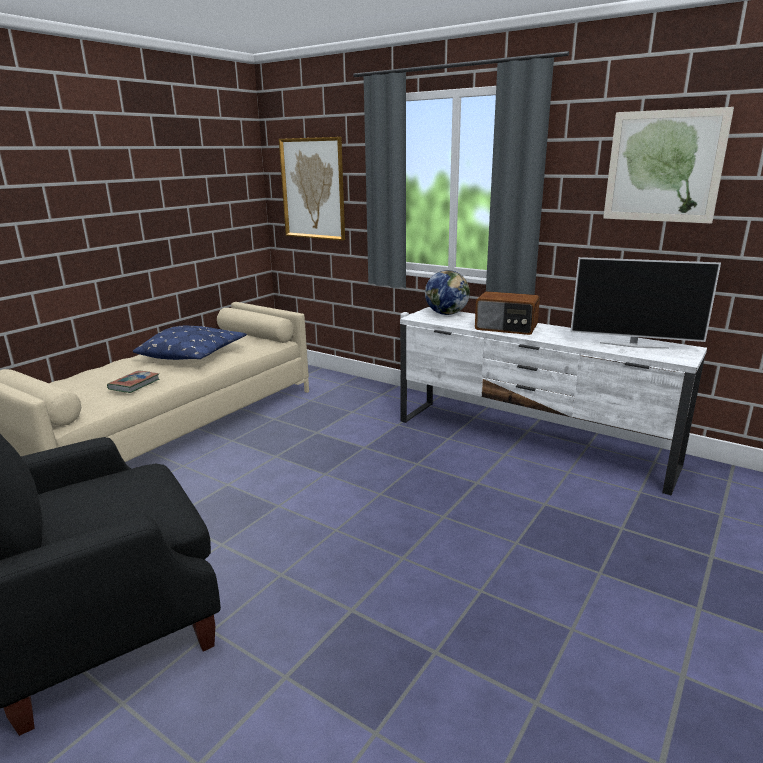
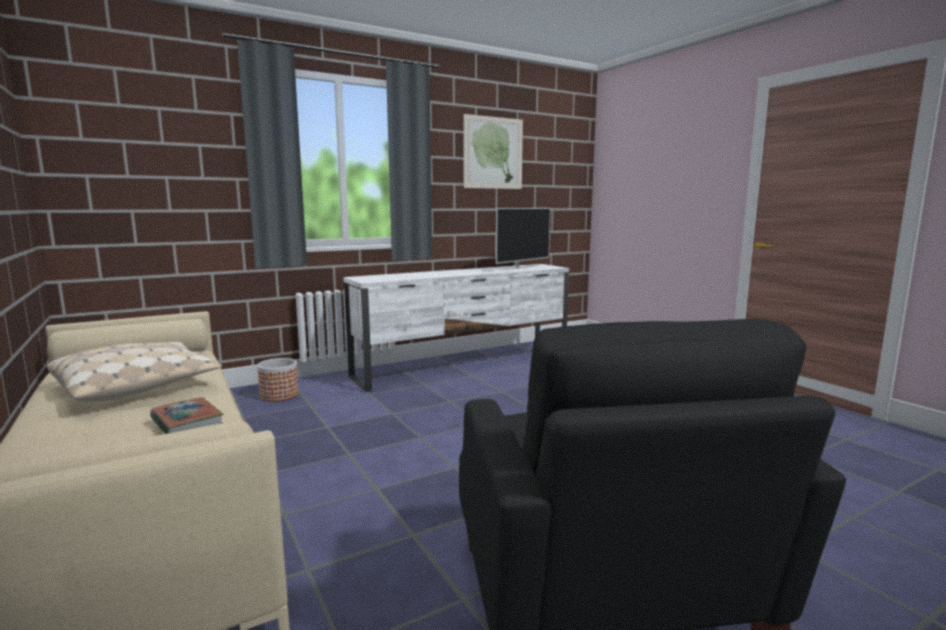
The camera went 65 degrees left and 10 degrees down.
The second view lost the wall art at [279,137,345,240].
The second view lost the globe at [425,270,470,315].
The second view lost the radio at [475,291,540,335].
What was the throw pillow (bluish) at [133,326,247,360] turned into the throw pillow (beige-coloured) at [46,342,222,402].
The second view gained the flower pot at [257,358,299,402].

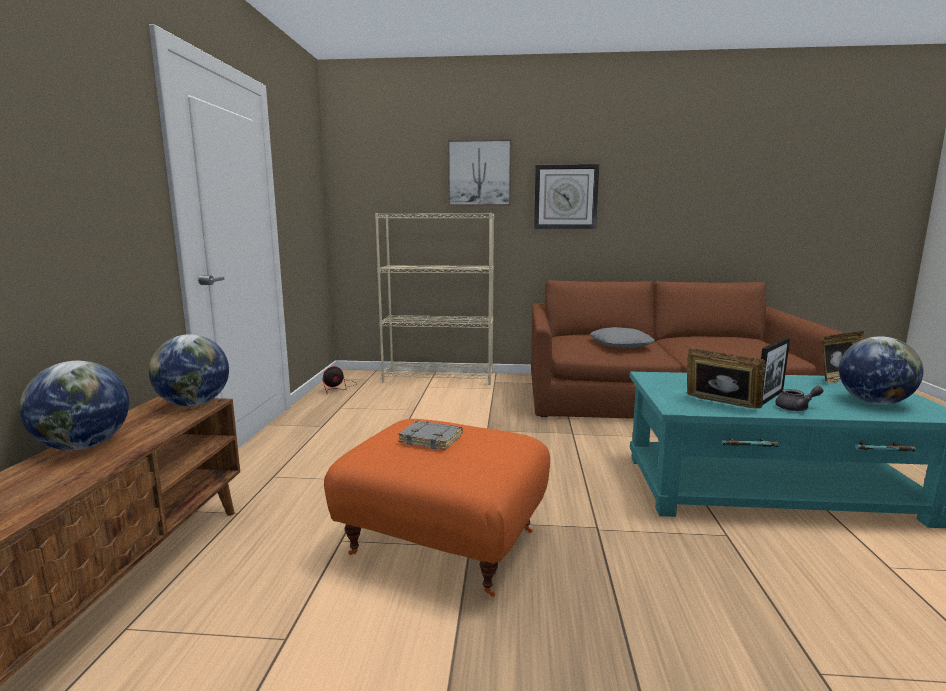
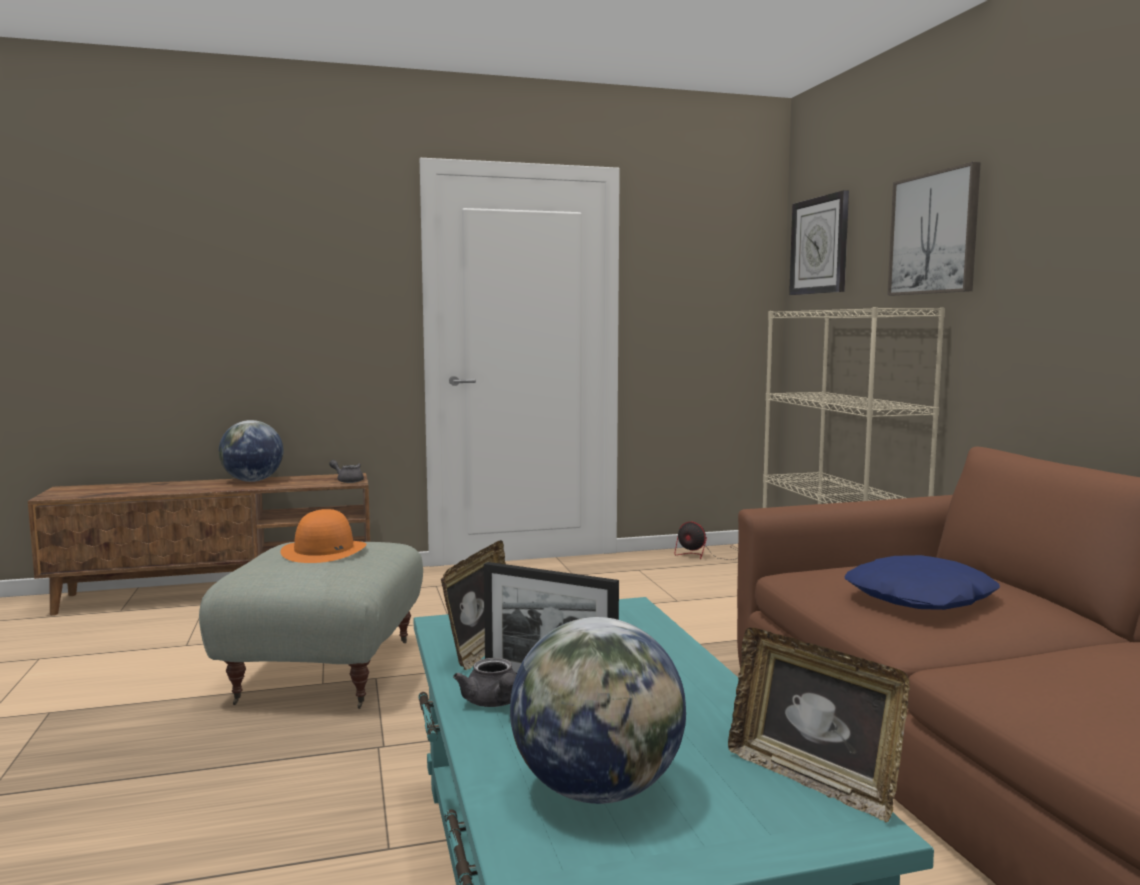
The camera went 70 degrees right and 5 degrees down.
The clock on the wall ended up elsewhere, having gone from [534,164,599,229] to [789,190,849,295].
What was the throw pillow (grey) at [590,327,655,348] turned into the throw pillow (bluish) at [845,555,1000,610].
Where the globe stood at [149,334,229,406], the teapot (grey) came to stand at [329,460,364,483].
What was the pouffe (orangey) at [324,419,550,597] turned into the pouffe (grey) at [199,542,423,709].
Where the volume (grey) stood at [398,420,463,450], the clothing hat (orangey) came to stand at [280,509,366,563].

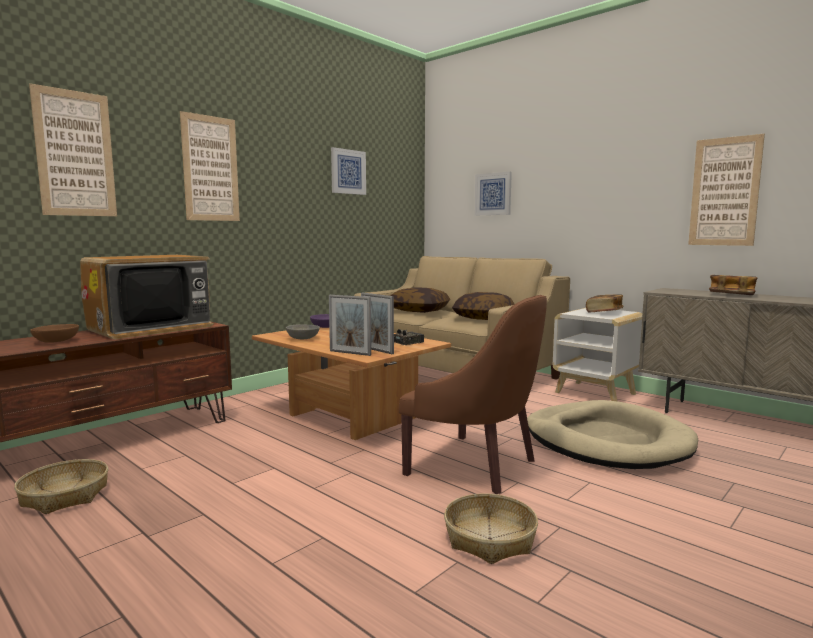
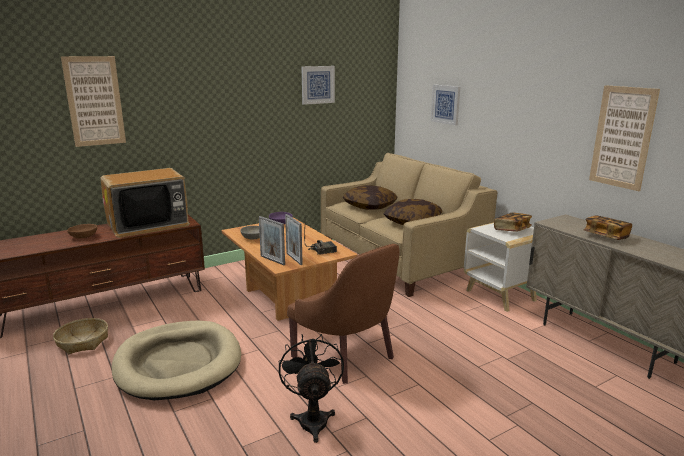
The camera went 15 degrees right and 10 degrees up.
The second view lost the wall art at [180,111,240,221].
The dog bed (beige-coloured) ended up elsewhere, having gone from [527,400,698,469] to [112,321,241,400].
Where the household basket stood at [444,493,538,564], the electric fan (blackish) came to stand at [279,334,344,443].

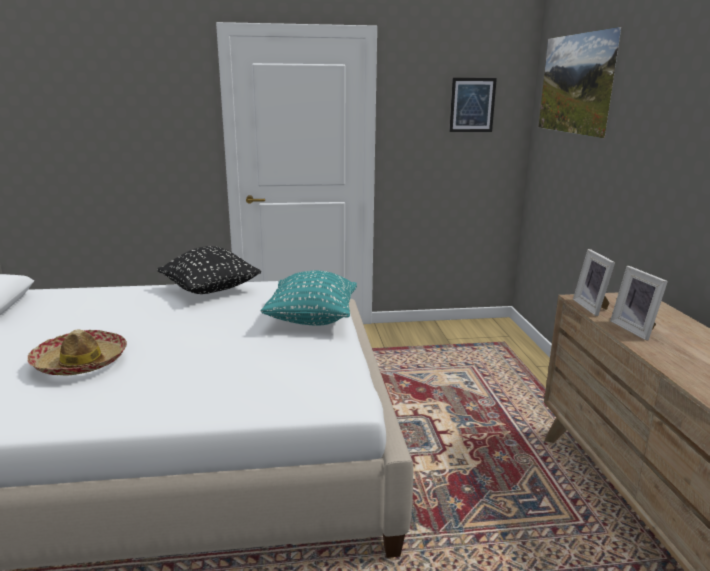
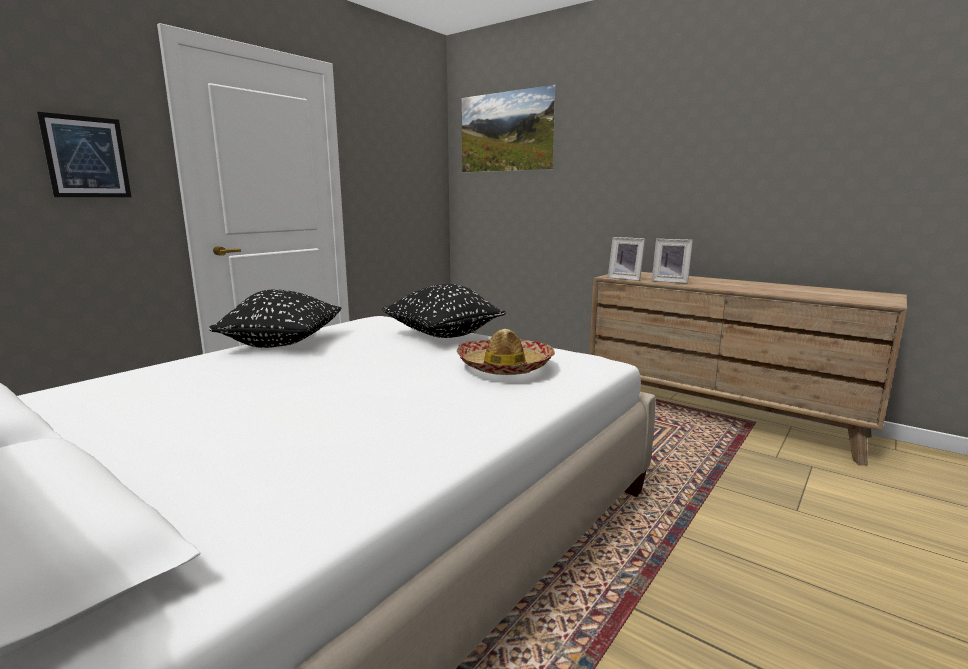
The camera went 45 degrees left and 5 degrees down.
The wall art ended up elsewhere, having gone from [449,78,497,132] to [37,112,131,197].
What was the throw pillow (turquoise-coloured) at [261,271,357,326] turned into the throw pillow (blackish) at [382,284,506,338].
The clothing hat ended up elsewhere, having gone from [28,330,127,375] to [457,329,555,375].

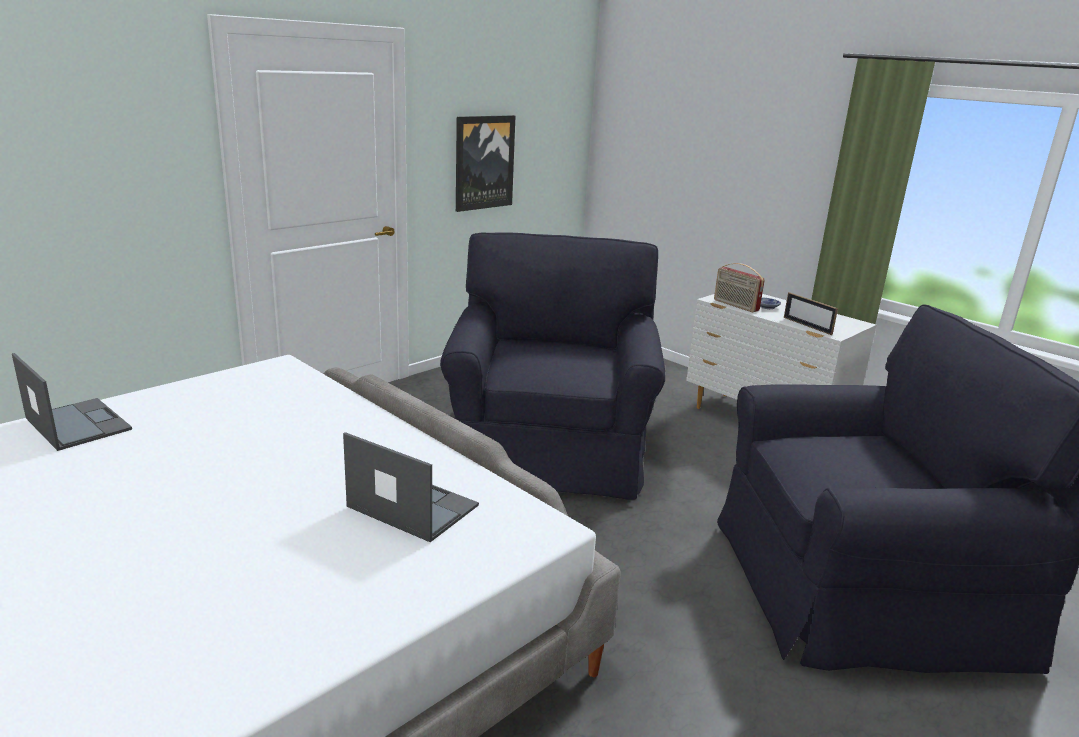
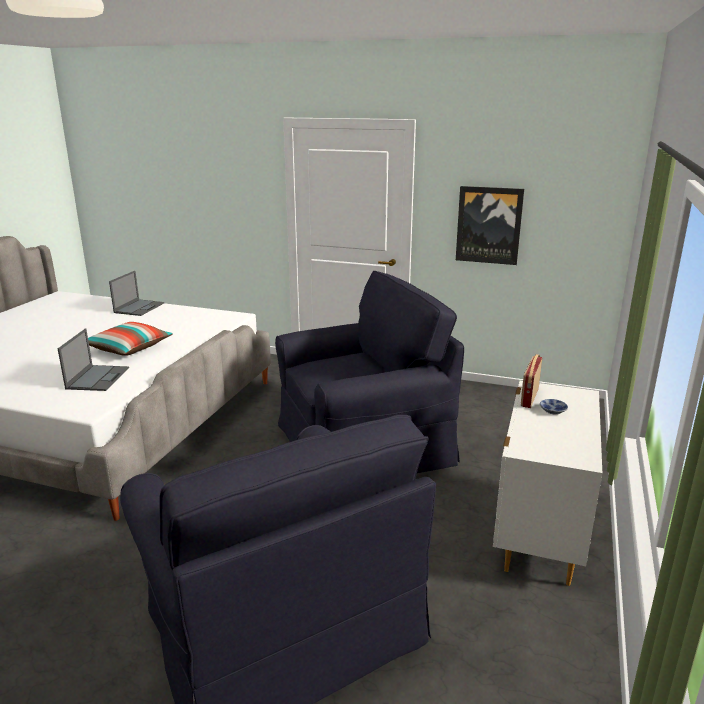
The camera went 65 degrees right and 0 degrees up.
The second view lost the photo frame at [784,292,838,335].
The second view gained the throw pillow at [88,322,173,356].

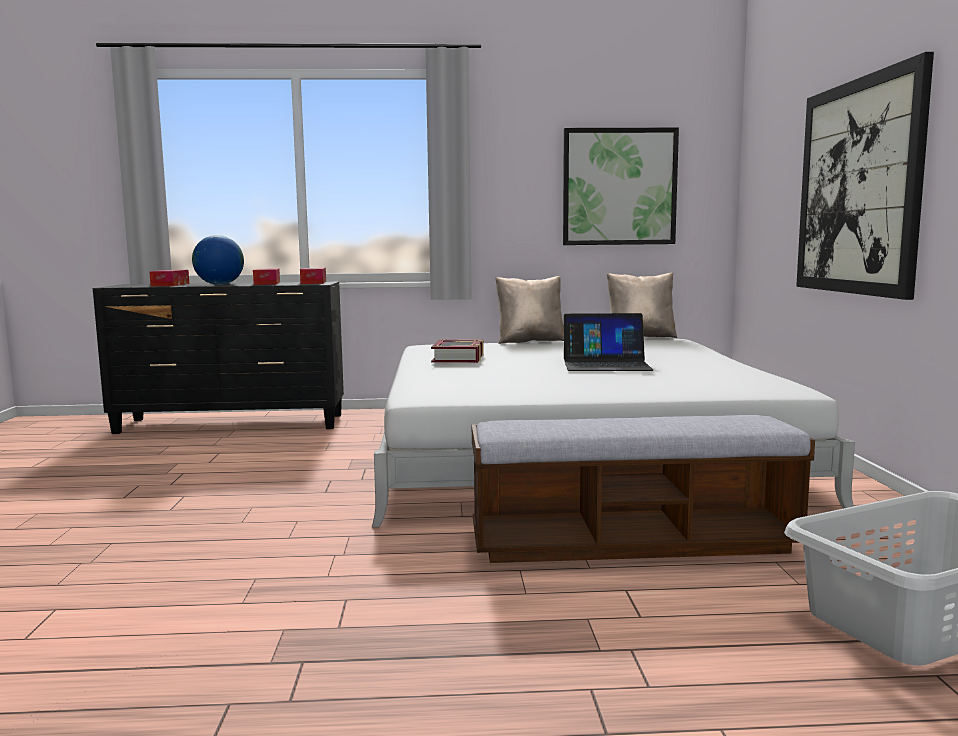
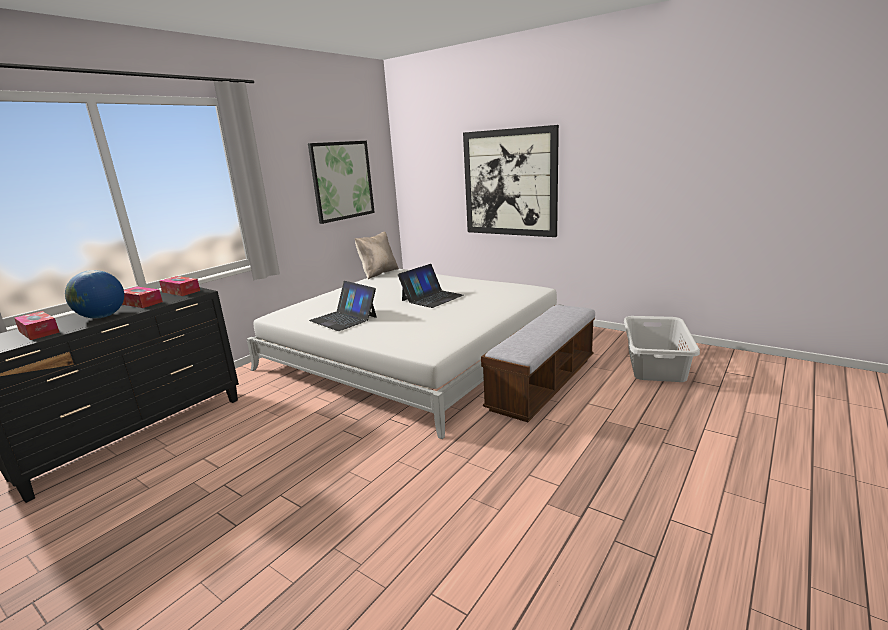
The camera went 50 degrees left and 10 degrees up.
The second view lost the throw pillow (beige-coloured) at [495,276,564,344].
Where the volume stood at [431,339,484,363], the notebook computer came to stand at [309,281,377,331].

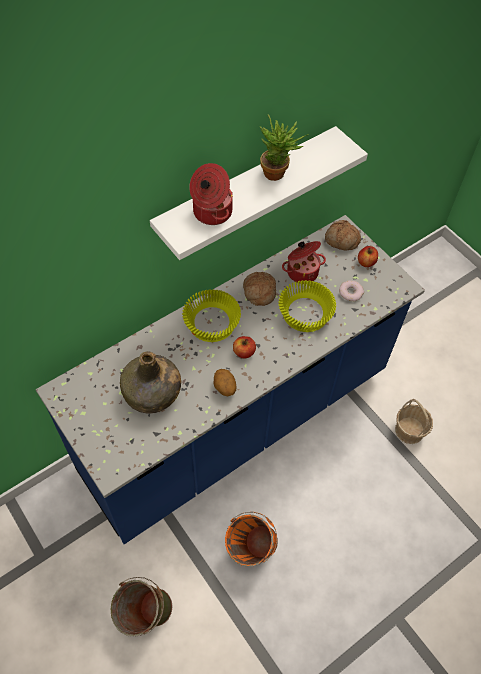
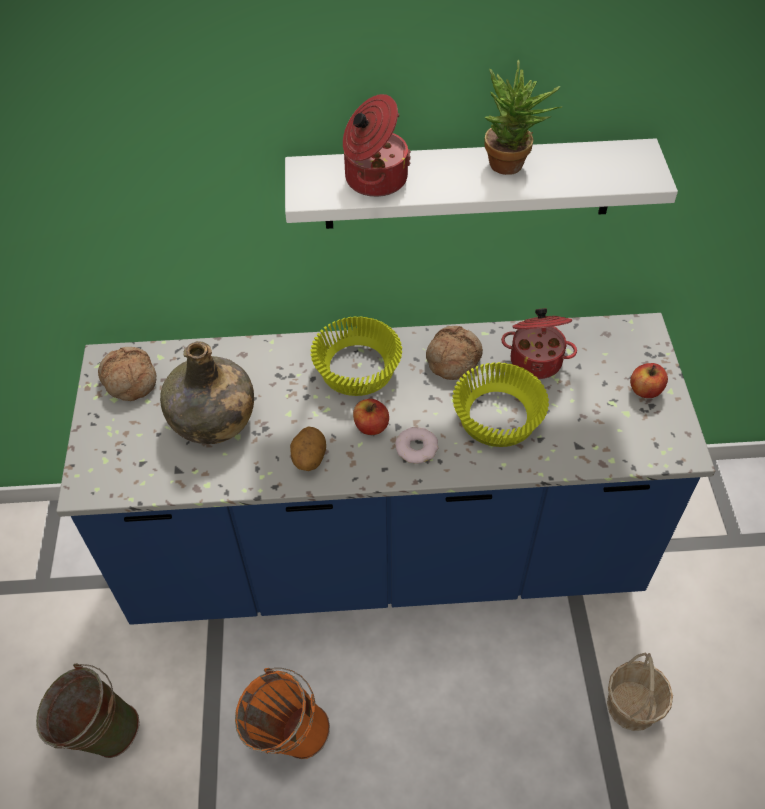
The camera went 35 degrees right and 5 degrees down.
The baked bread ended up elsewhere, having gone from [325,220,361,251] to [98,347,156,401].
The ring doughnut ended up elsewhere, having gone from [339,280,364,301] to [395,427,438,464].

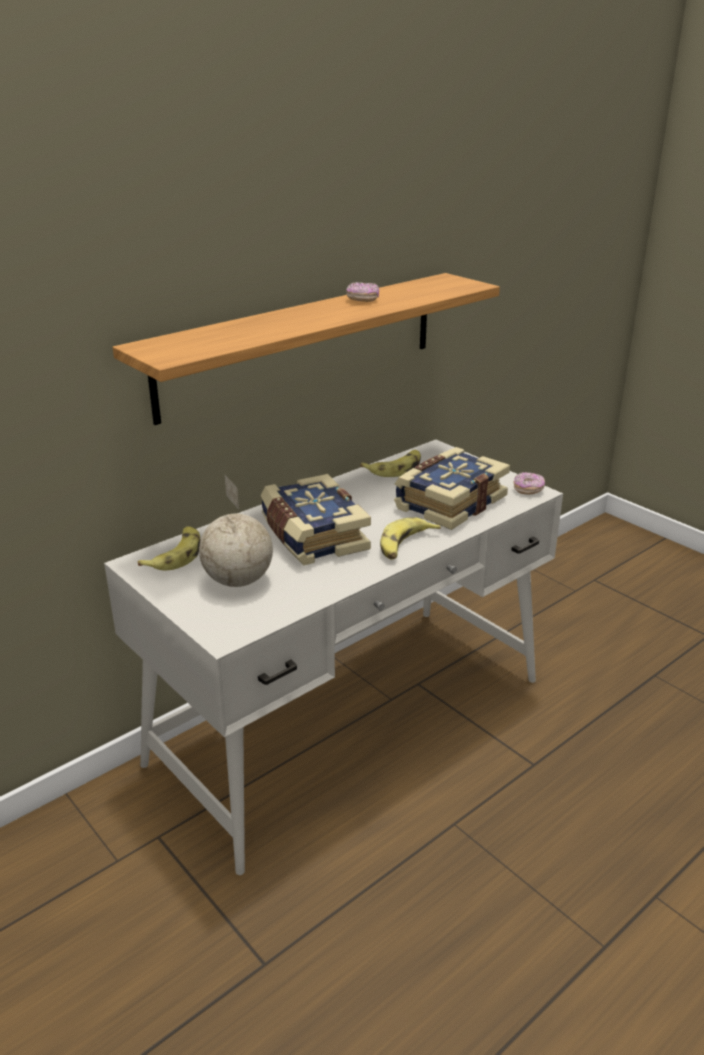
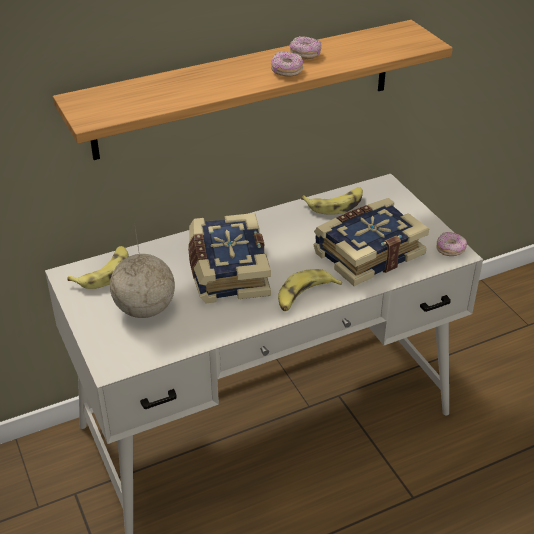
The camera went 15 degrees right and 10 degrees up.
The second view gained the ring doughnut at [271,52,303,77].

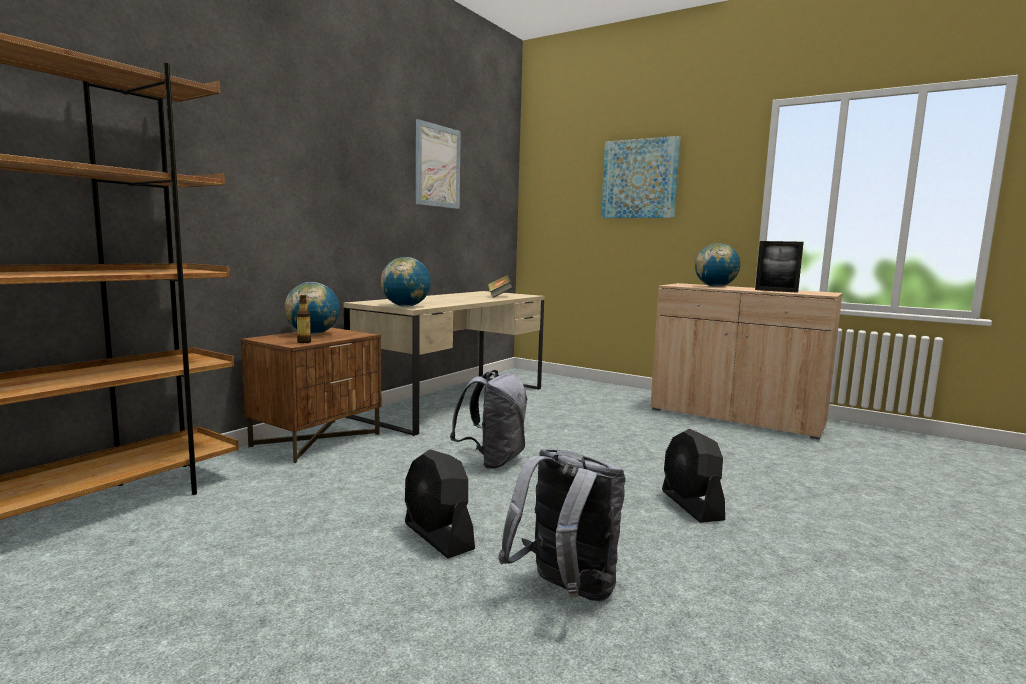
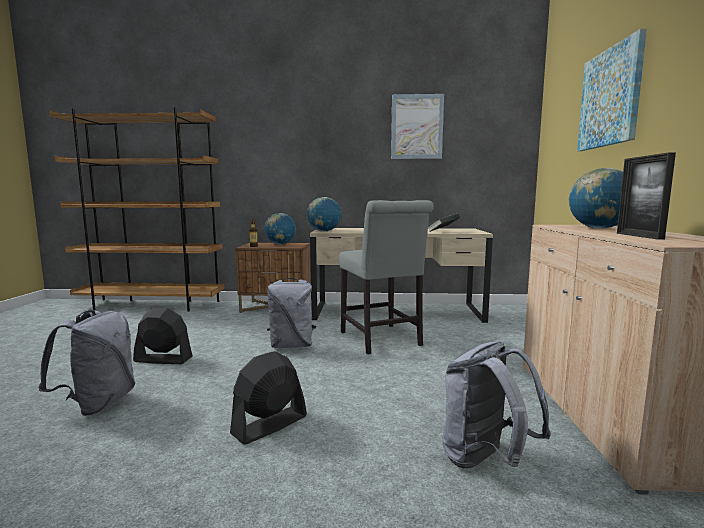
The camera went 60 degrees right and 0 degrees up.
The electric fan (blackish) at [405,449,475,559] ended up facing another way, 75 degrees clockwise from before.
The second view gained the plain chair (grey) at [339,200,434,354].
The second view gained the backpack (grey) at [443,341,551,468].

